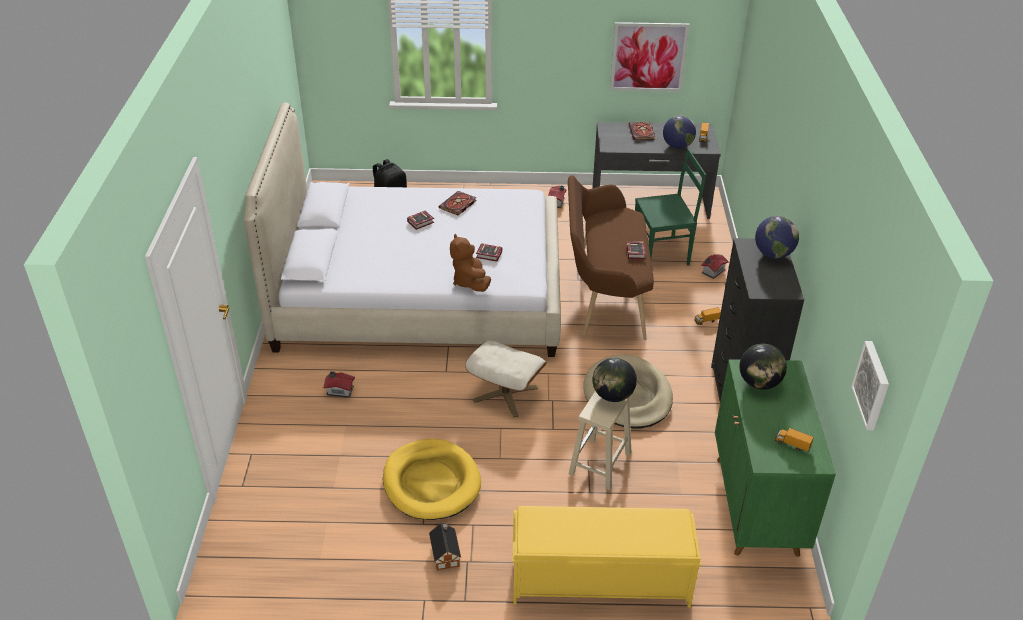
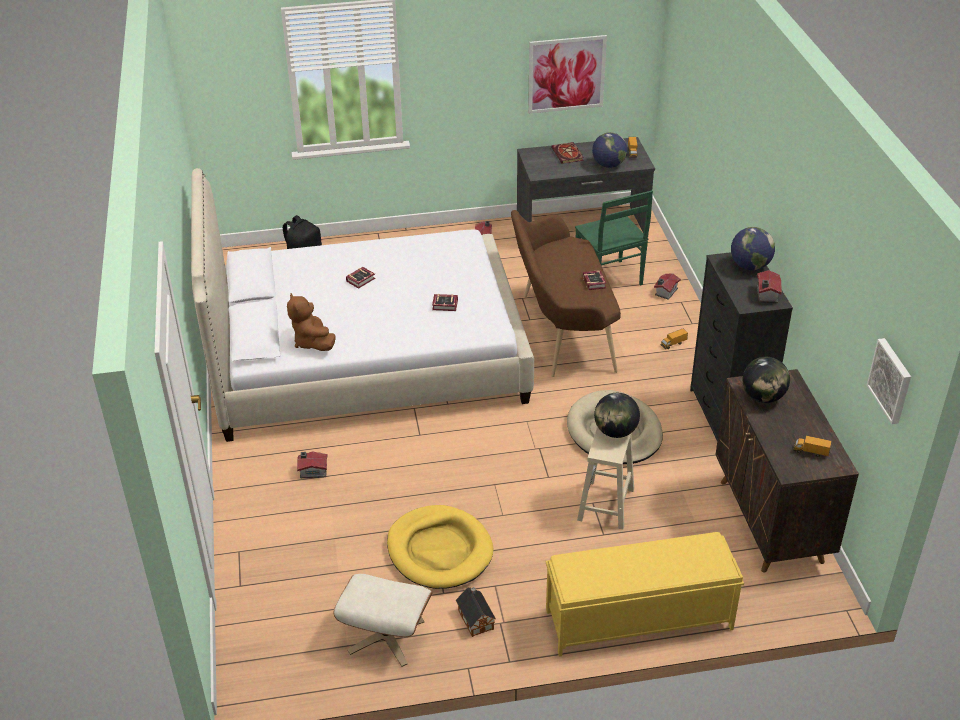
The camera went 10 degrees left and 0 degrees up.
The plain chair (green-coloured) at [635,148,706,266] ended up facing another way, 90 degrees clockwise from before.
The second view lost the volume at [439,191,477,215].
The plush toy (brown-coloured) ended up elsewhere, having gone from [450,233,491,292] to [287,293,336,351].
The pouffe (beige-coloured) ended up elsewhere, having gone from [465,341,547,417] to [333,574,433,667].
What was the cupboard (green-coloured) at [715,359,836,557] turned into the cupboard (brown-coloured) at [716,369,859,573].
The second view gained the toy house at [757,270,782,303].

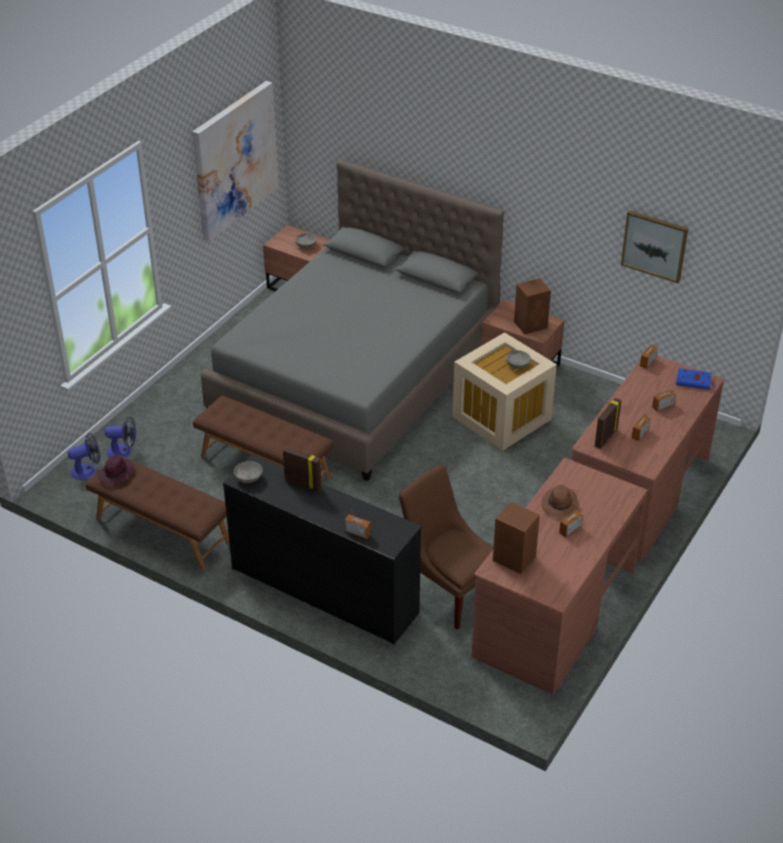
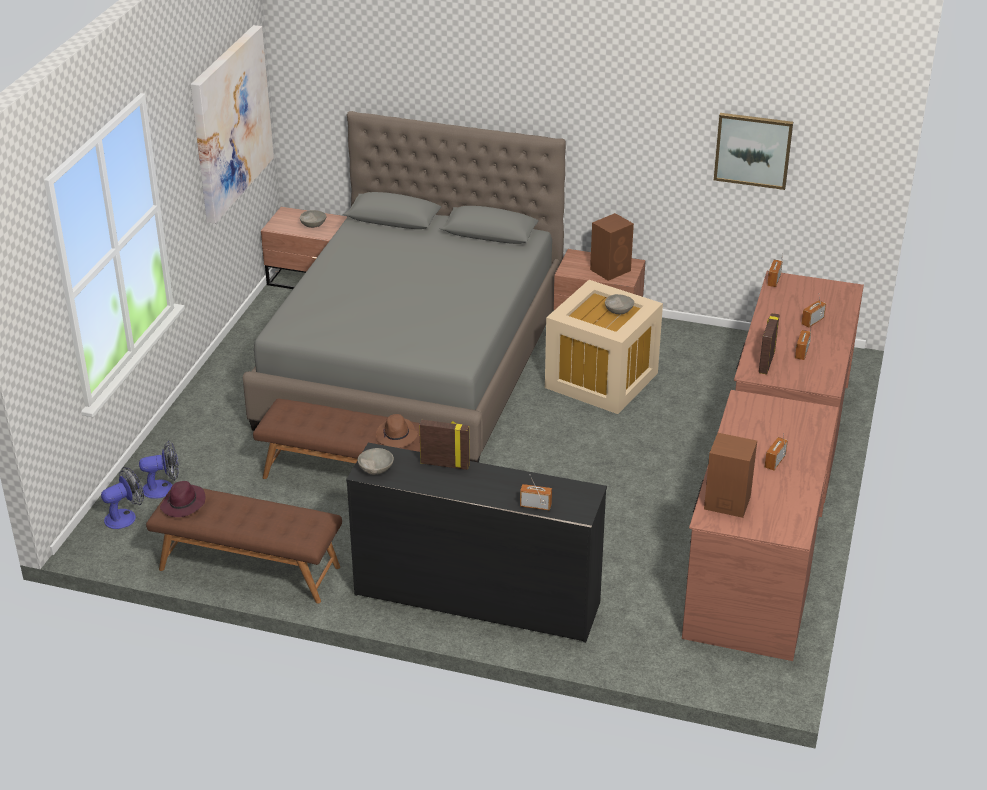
The camera went 15 degrees left and 5 degrees down.
The second view lost the volume (bluish) at [676,368,717,390].
The second view lost the plain chair (brown-coloured) at [399,465,493,630].
The clothing hat (brown-coloured) ended up elsewhere, having gone from [542,485,579,517] to [376,414,418,448].

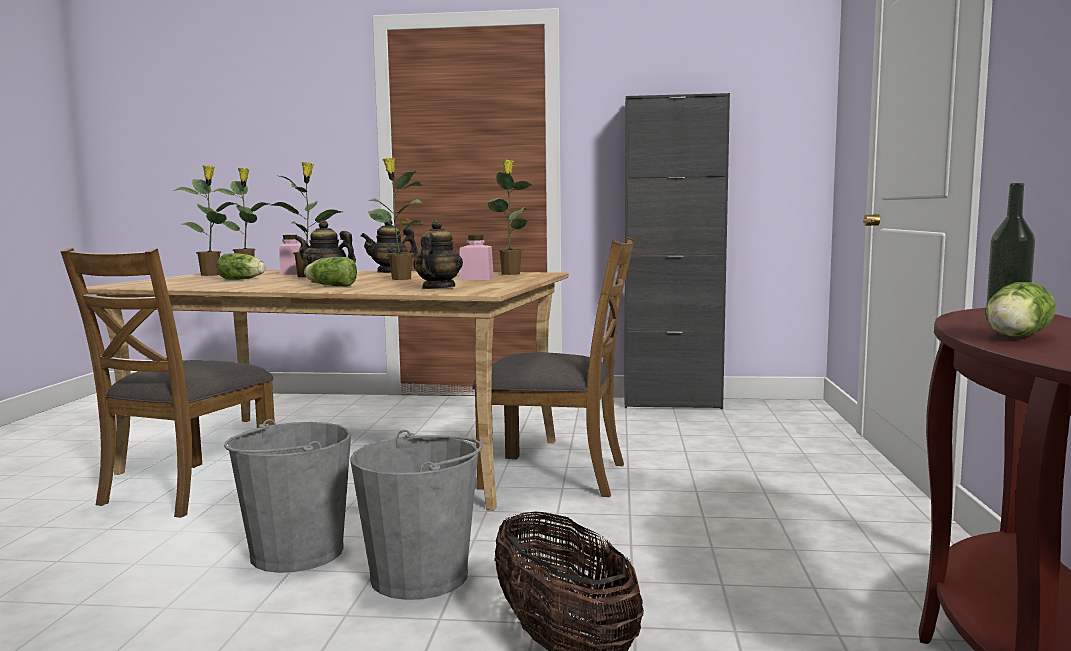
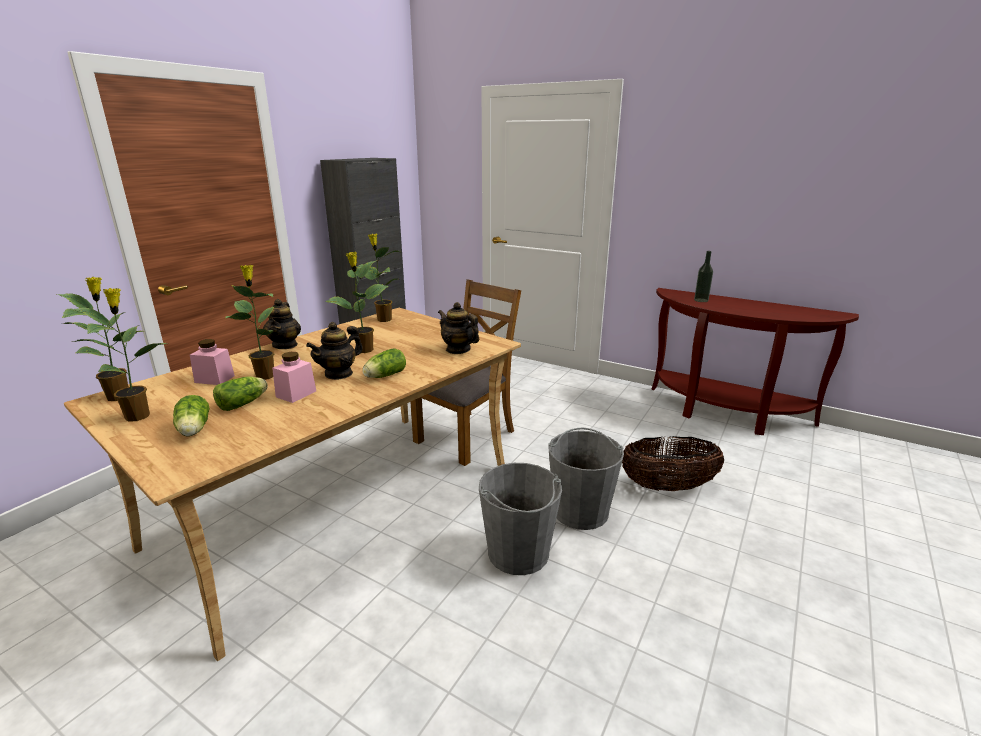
The camera went 65 degrees left and 15 degrees up.
The storage jar (pinkish) ended up elsewhere, having gone from [459,235,494,280] to [272,352,316,403].
The second view lost the plain chair (brown-coloured) at [61,248,275,518].
The lettuce ended up elsewhere, having gone from [985,282,1056,337] to [173,395,210,436].

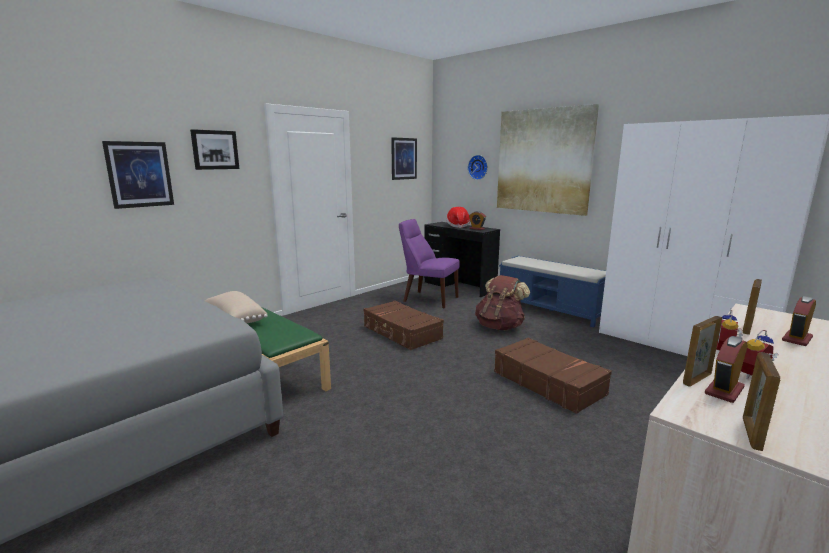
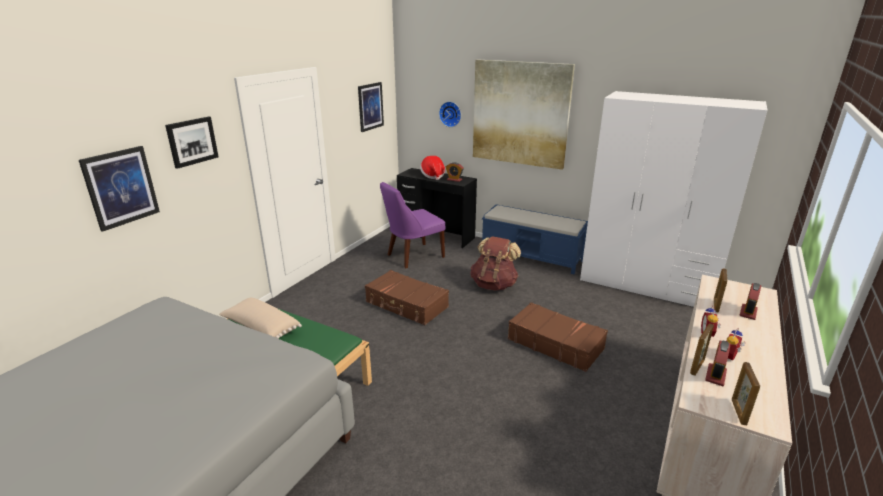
The camera went 15 degrees left and 10 degrees up.
The plain chair (purple) at [399,219,459,308] ended up facing another way, 45 degrees counterclockwise from before.

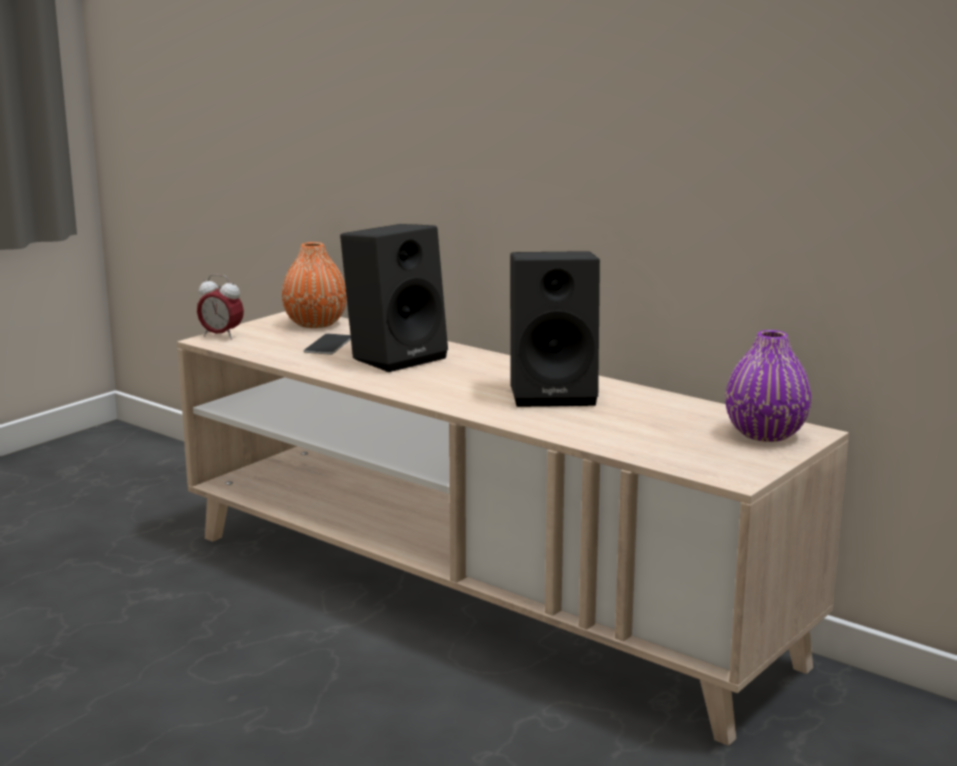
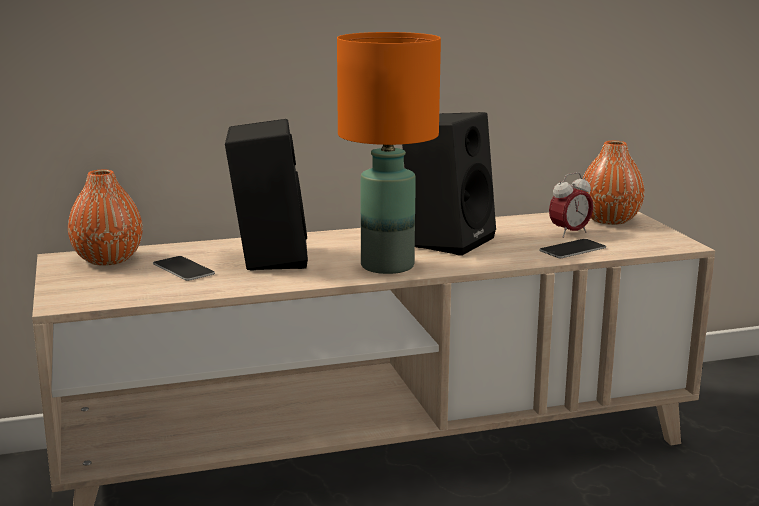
The camera went 55 degrees left and 0 degrees up.
The alarm clock ended up elsewhere, having gone from [197,274,244,340] to [549,172,593,238].
What was the flower vase (purple) at [725,330,812,442] turned into the flower vase (orangey) at [582,141,645,225].
The second view gained the tabletop lamp (orangey) at [337,32,441,274].
The second view gained the handset at [539,239,606,258].

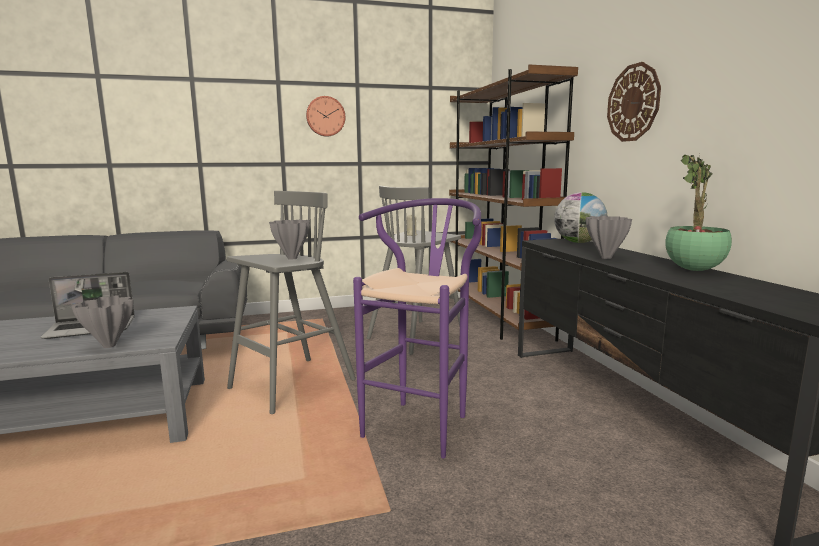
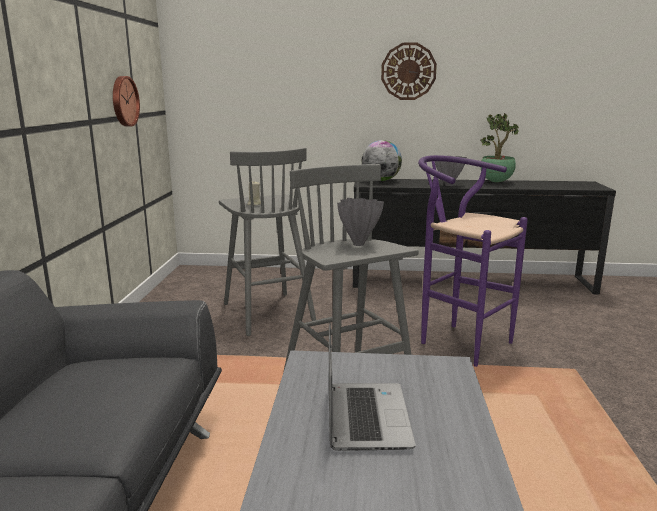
The camera went 70 degrees left and 5 degrees up.
The second view lost the shelving unit (brown-coloured) at [449,64,578,342].
The clock on the wall ended up elsewhere, having gone from [306,96,345,136] to [113,76,140,127].
The second view lost the flower vase (grey) at [71,296,133,348].

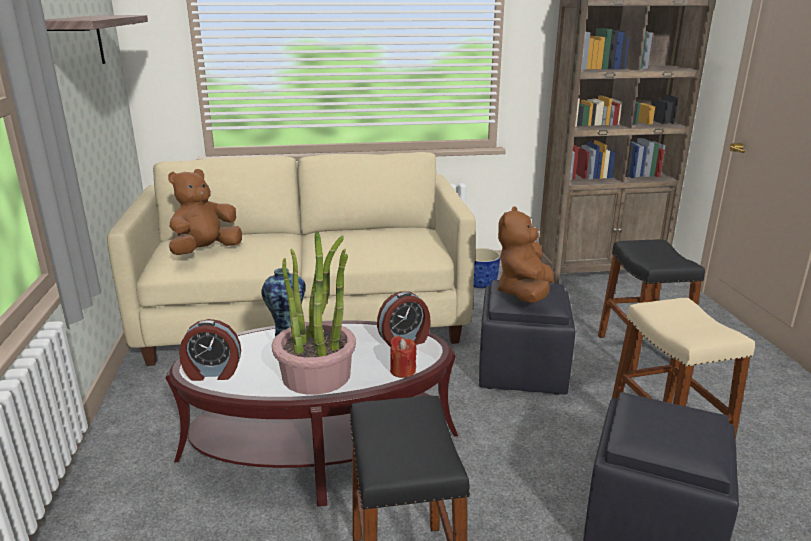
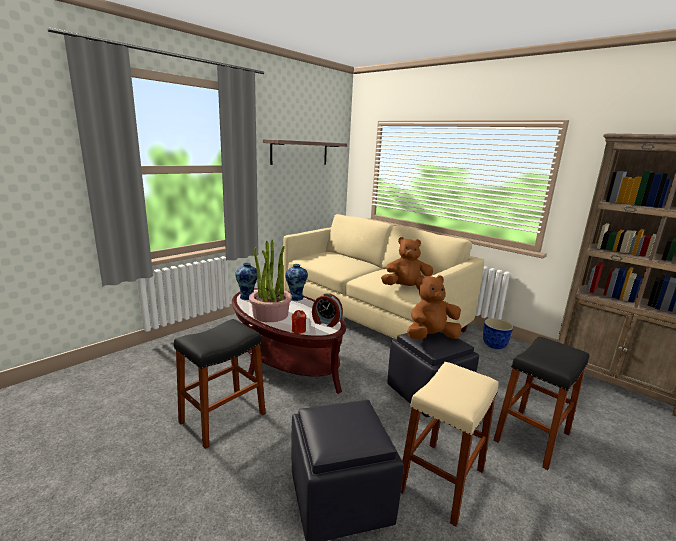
The camera went 50 degrees right and 5 degrees down.
The plush toy (brown-coloured) ended up elsewhere, having gone from [168,169,242,255] to [381,237,433,289].
Where the alarm clock stood at [179,319,241,381], the flower vase came to stand at [235,263,257,300].

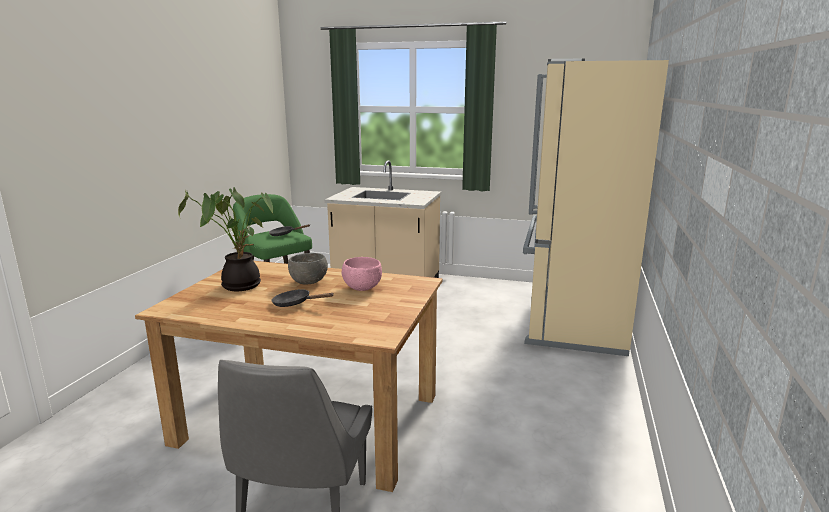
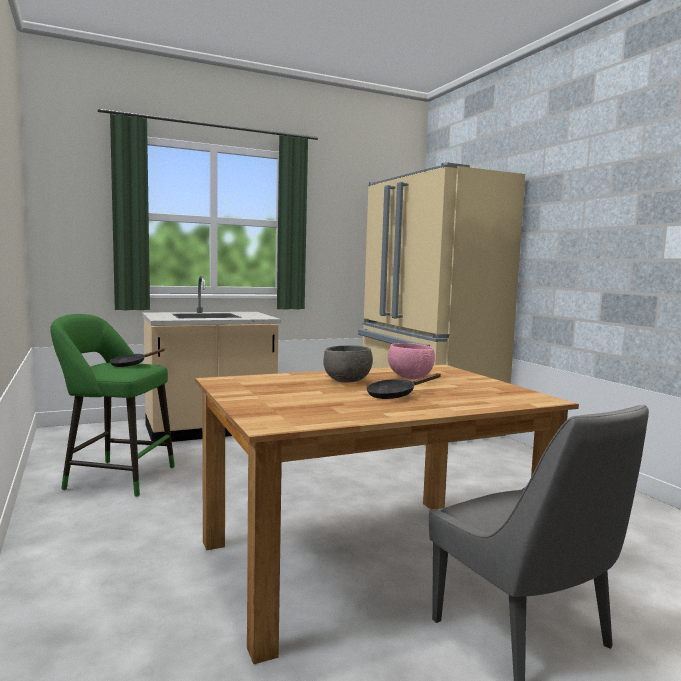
The camera went 40 degrees left and 10 degrees down.
The second view lost the potted plant at [178,187,273,291].

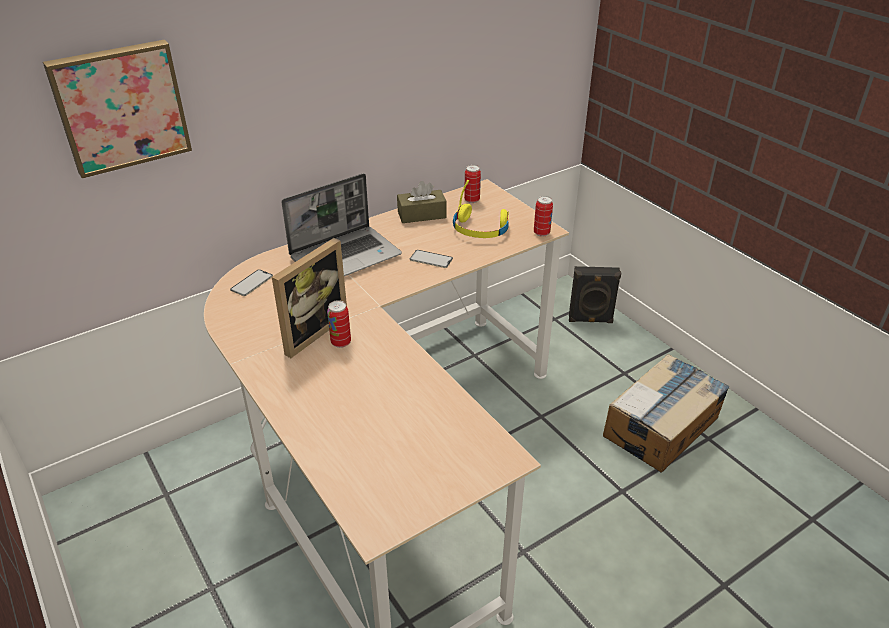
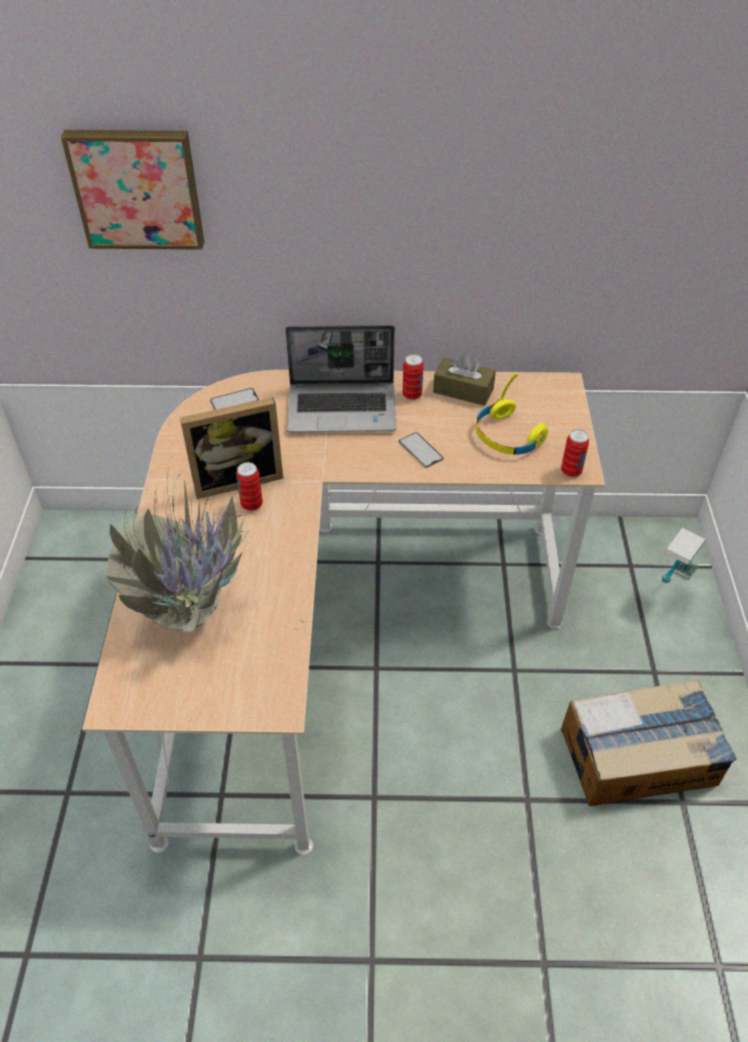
The camera went 35 degrees right and 10 degrees up.
The can ended up elsewhere, having gone from [464,165,481,203] to [403,354,424,400].
Where the loudspeaker (blackish) stood at [569,266,621,323], the tabletop lamp came to stand at [662,527,706,583].
The second view gained the potted plant at [105,468,304,649].

